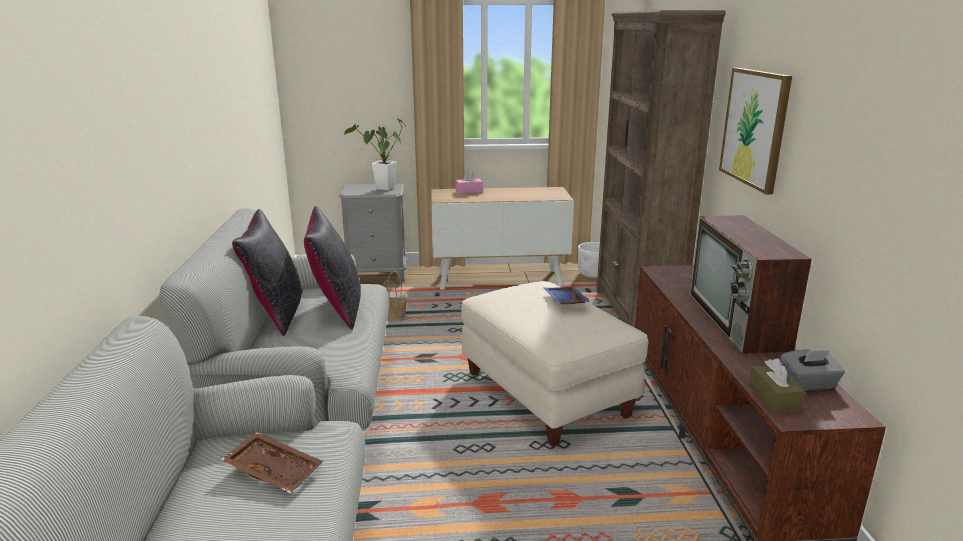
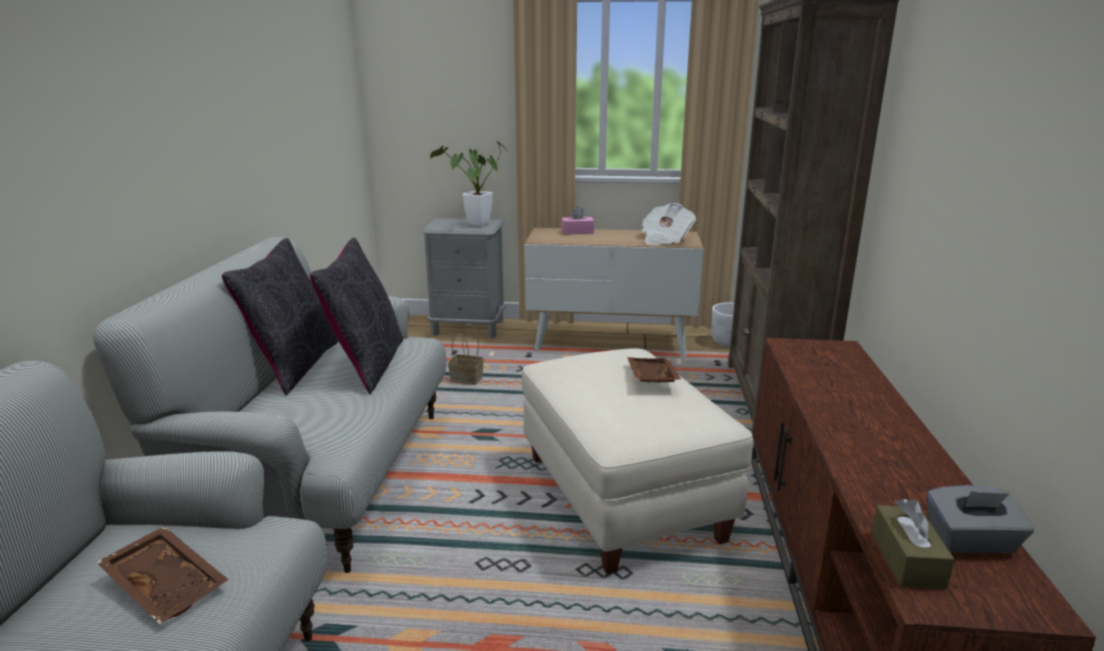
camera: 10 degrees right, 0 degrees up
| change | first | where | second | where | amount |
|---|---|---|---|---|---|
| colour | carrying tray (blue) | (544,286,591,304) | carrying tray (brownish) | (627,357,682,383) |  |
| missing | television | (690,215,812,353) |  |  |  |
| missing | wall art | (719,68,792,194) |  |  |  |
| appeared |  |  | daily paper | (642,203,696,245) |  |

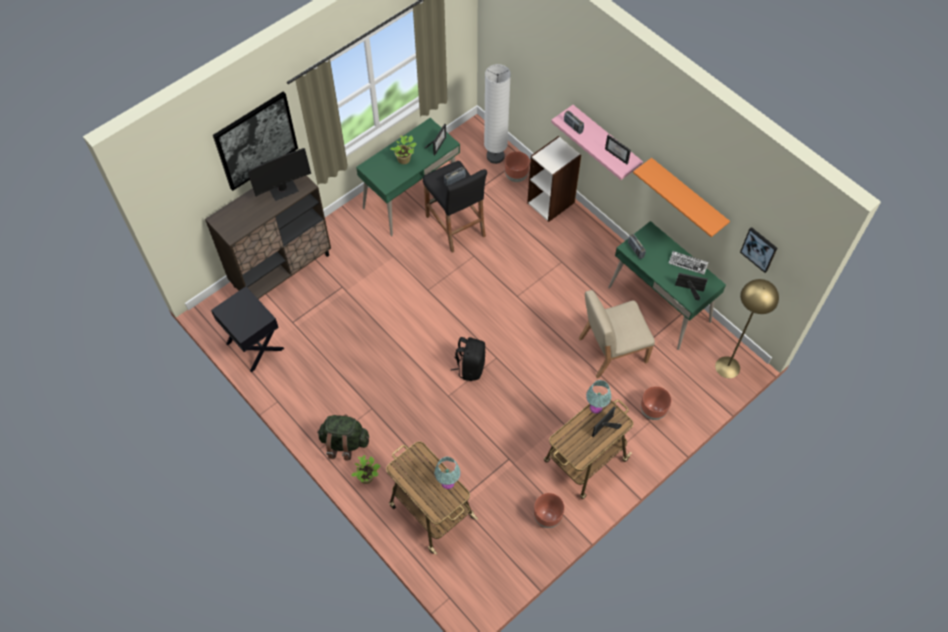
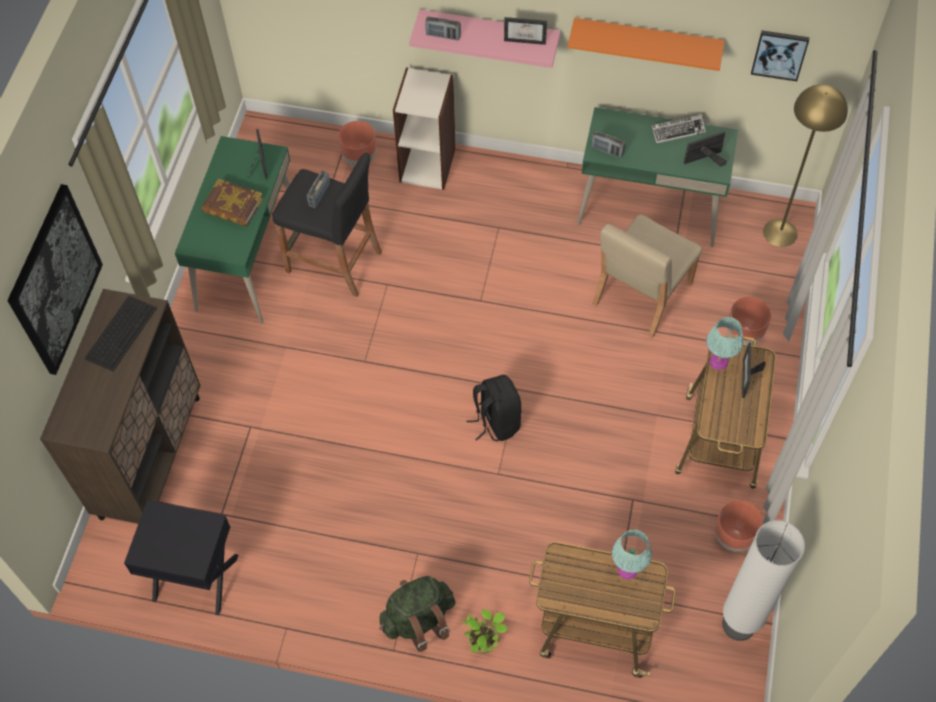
camera: 35 degrees left, 0 degrees up
| change | first | where | second | where | amount |
|---|---|---|---|---|---|
| exchanged | computer screen | (247,148,311,201) | PC keyboard | (84,296,157,371) |  |
| exchanged | plant in a pot | (390,135,417,164) | volume | (202,179,264,227) |  |
| relocated | standard lamp (whitish) | (484,64,511,164) |  | (722,520,805,641) |  |

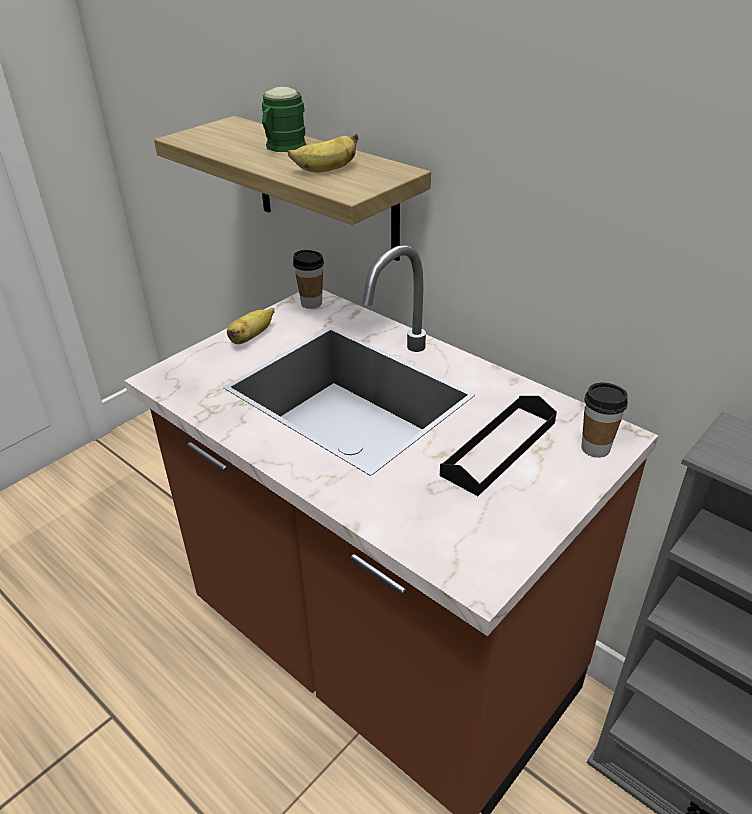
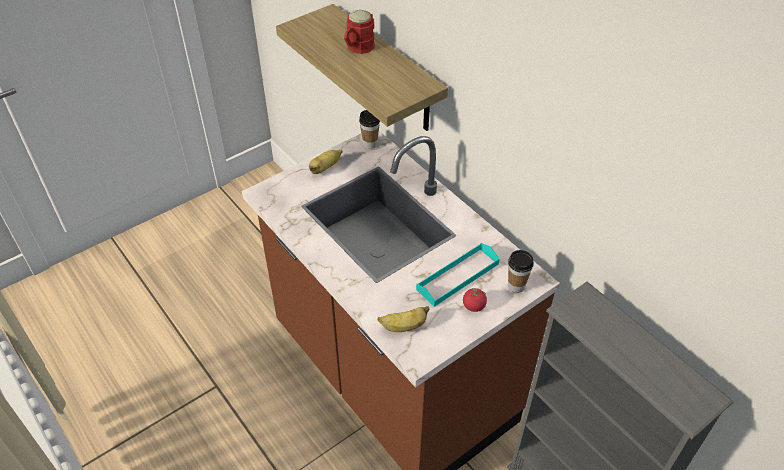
camera: 10 degrees right, 10 degrees up
| change | first | where | second | where | amount |
|---|---|---|---|---|---|
| colour | mug (green) | (262,86,306,152) | mug (red) | (344,10,375,54) |  |
| relocated | banana | (288,133,358,172) |  | (378,306,430,332) |  |
| colour | carrying tray (black) | (440,396,557,496) | carrying tray (turquoise) | (416,243,500,307) |  |
| appeared |  |  | tomato | (463,288,487,312) |  |

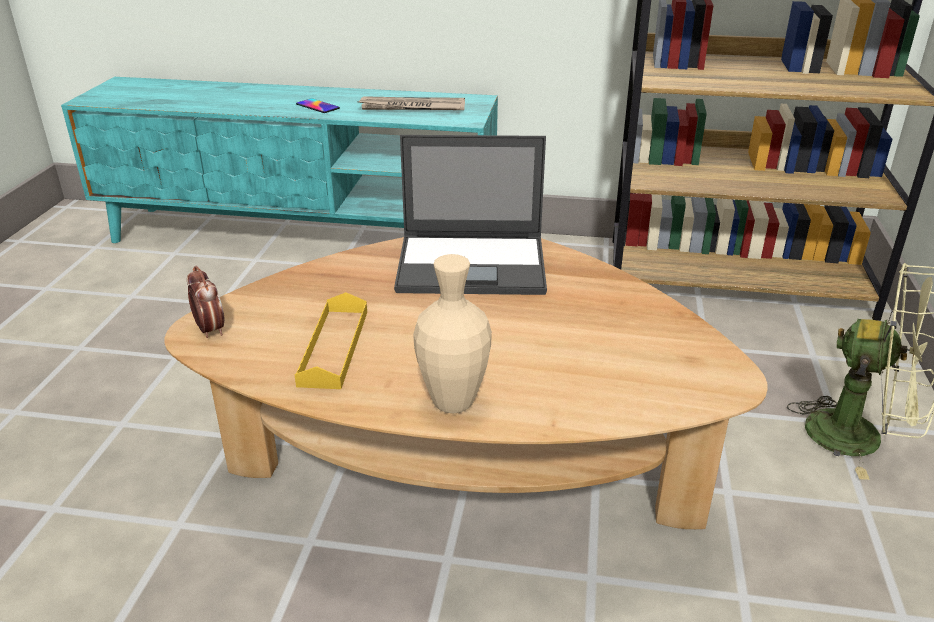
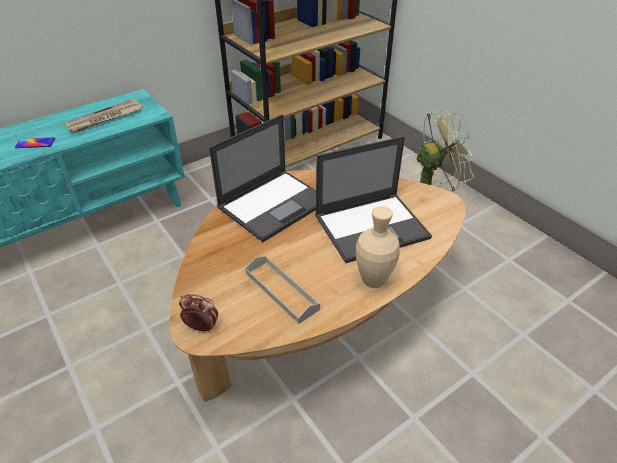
camera: 45 degrees left, 10 degrees up
| change | first | where | second | where | amount |
|---|---|---|---|---|---|
| colour | carrying tray (yellow) | (295,292,367,389) | carrying tray (gray) | (245,256,320,324) |  |
| appeared |  |  | laptop | (315,136,432,263) |  |

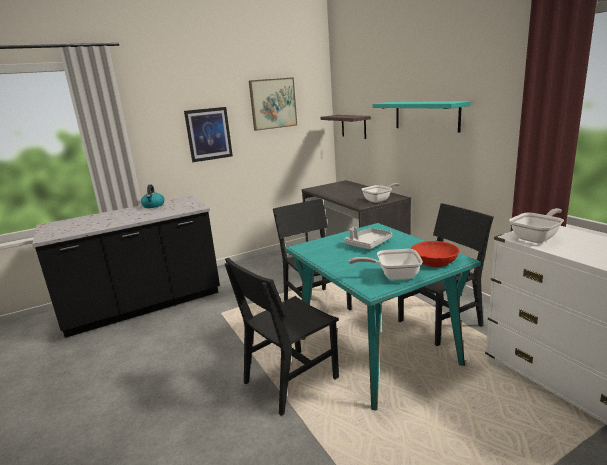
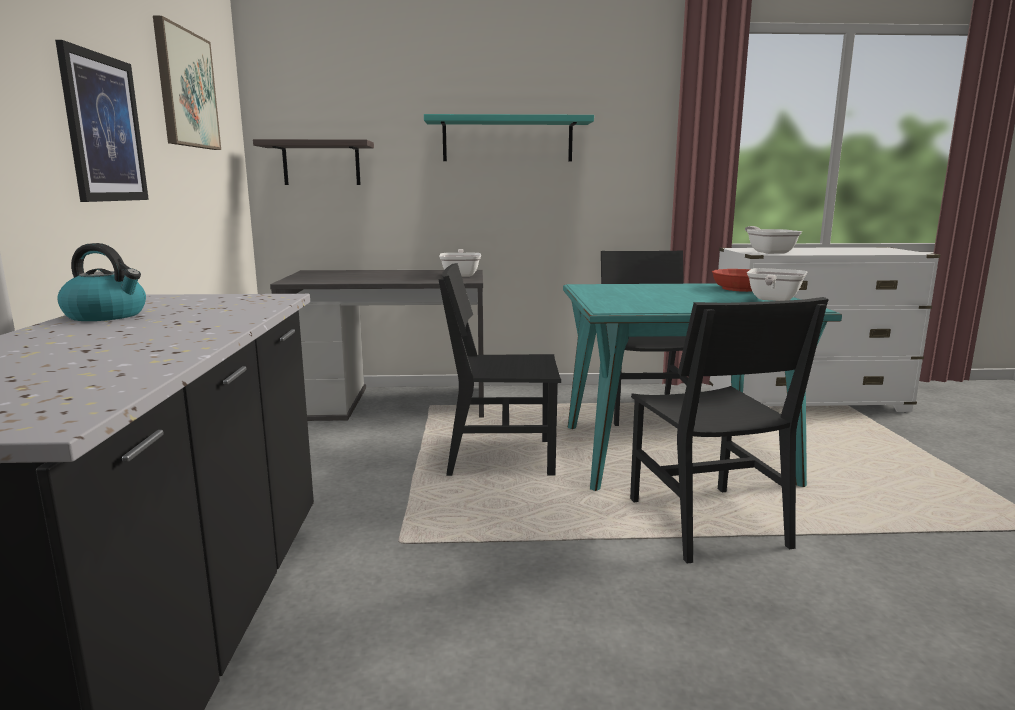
camera: 65 degrees left, 5 degrees down
| change | first | where | second | where | amount |
|---|---|---|---|---|---|
| missing | carrying tray (gray) | (344,227,392,249) |  |  |  |

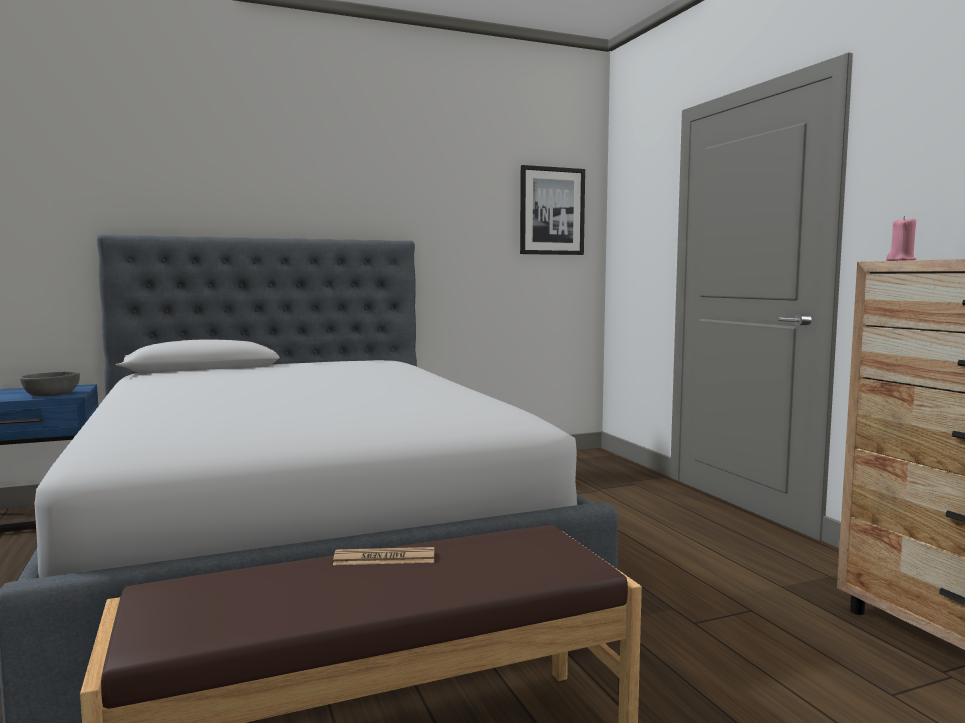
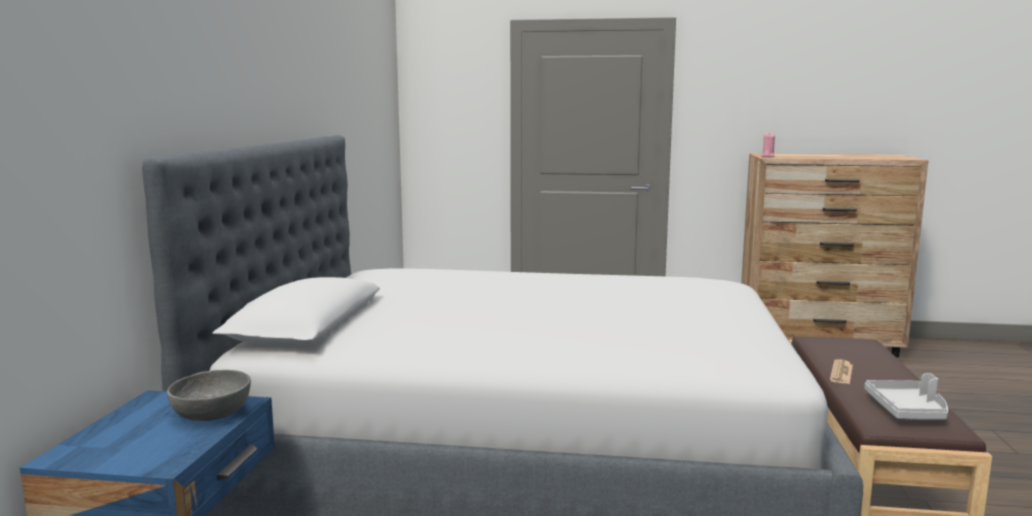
camera: 60 degrees left, 5 degrees up
| change | first | where | second | where | amount |
|---|---|---|---|---|---|
| missing | wall art | (520,165,585,255) |  |  |  |
| appeared |  |  | carrying tray (gray) | (864,373,948,420) |  |

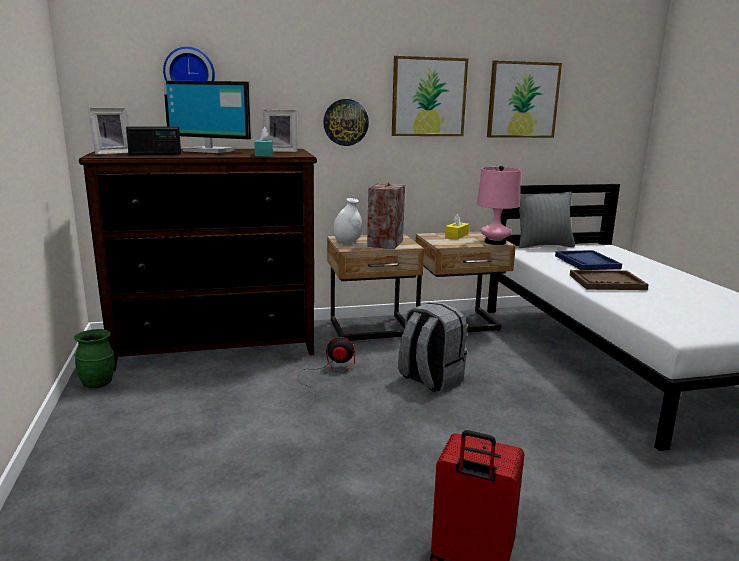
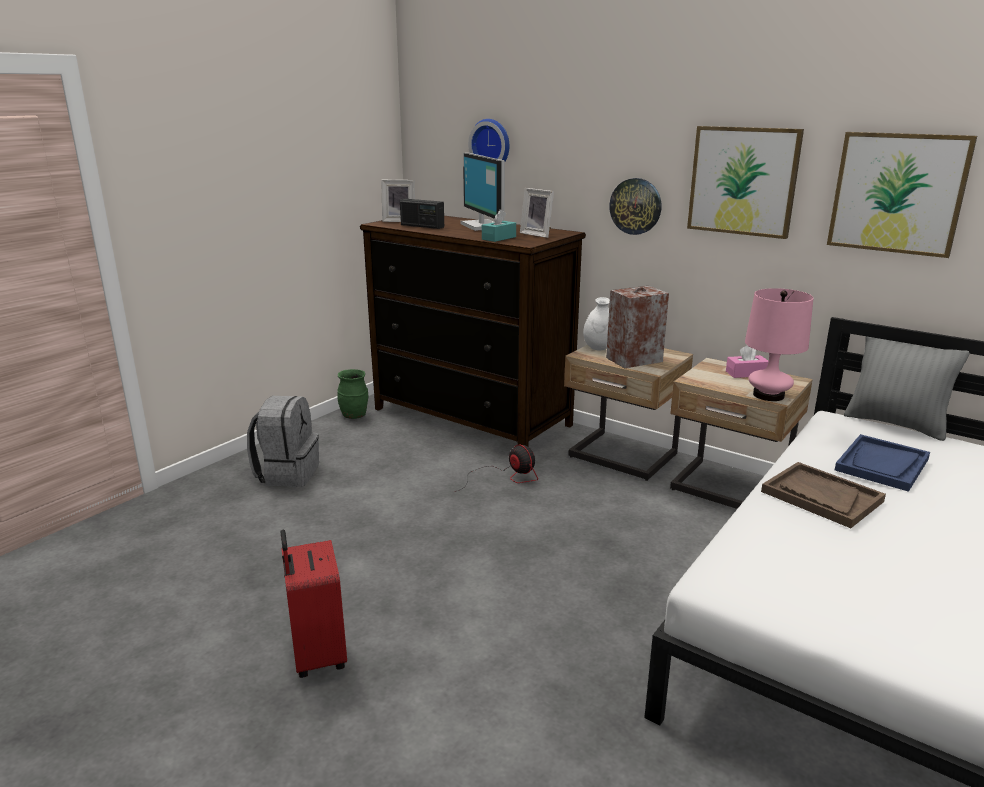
camera: 50 degrees right, 5 degrees up
| change | first | where | second | where | amount |
|---|---|---|---|---|---|
| relocated | backpack (gray) | (398,302,467,392) |  | (247,396,319,487) |  |
| colour | tissue box (yellow) | (445,214,469,239) | tissue box (pink-coloured) | (726,346,769,378) |  |

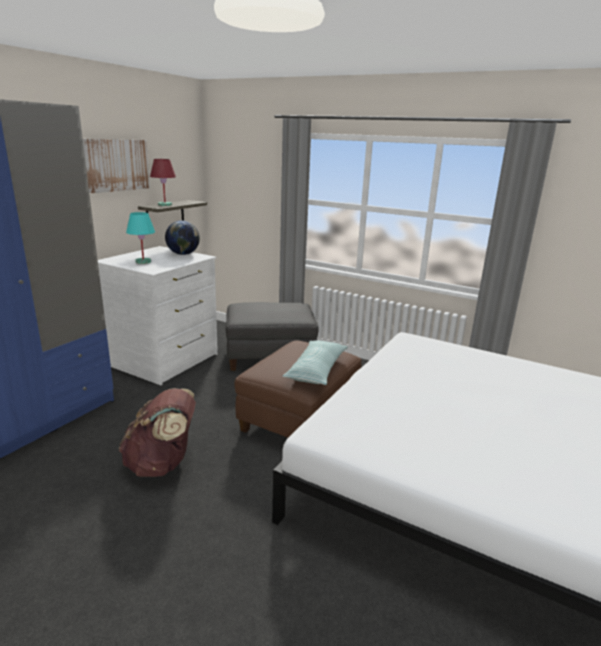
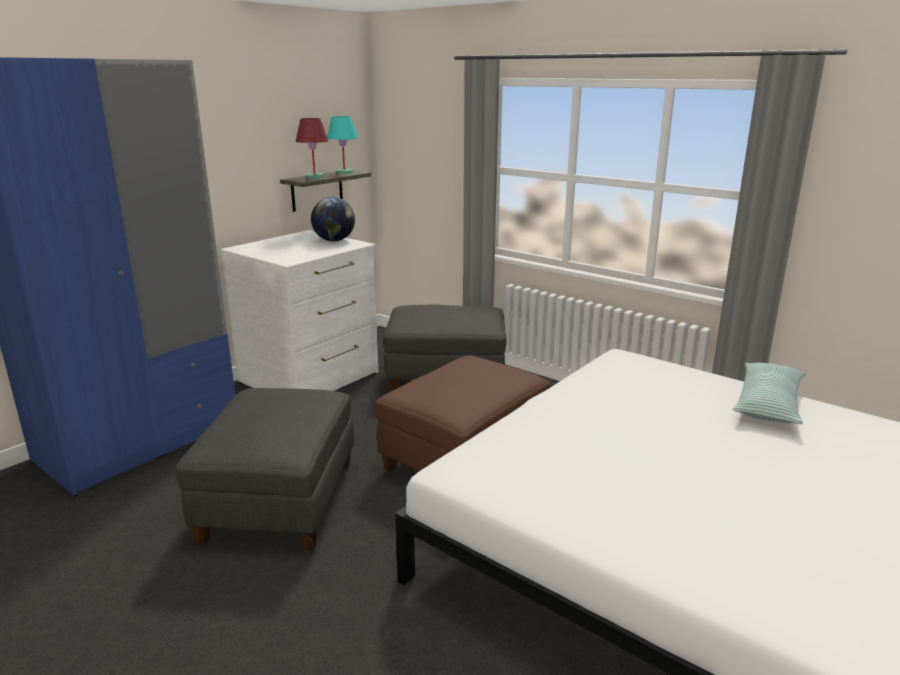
camera: 10 degrees right, 0 degrees up
| change | first | where | second | where | amount |
|---|---|---|---|---|---|
| missing | wall art | (83,139,150,193) |  |  |  |
| exchanged | backpack (brownish) | (119,388,196,477) | ottoman (gray) | (176,388,355,550) |  |
| relocated | lamp for a table (turquoise) | (126,212,155,264) |  | (327,116,358,174) |  |
| relocated | pillow | (283,340,348,385) |  | (733,363,806,424) |  |

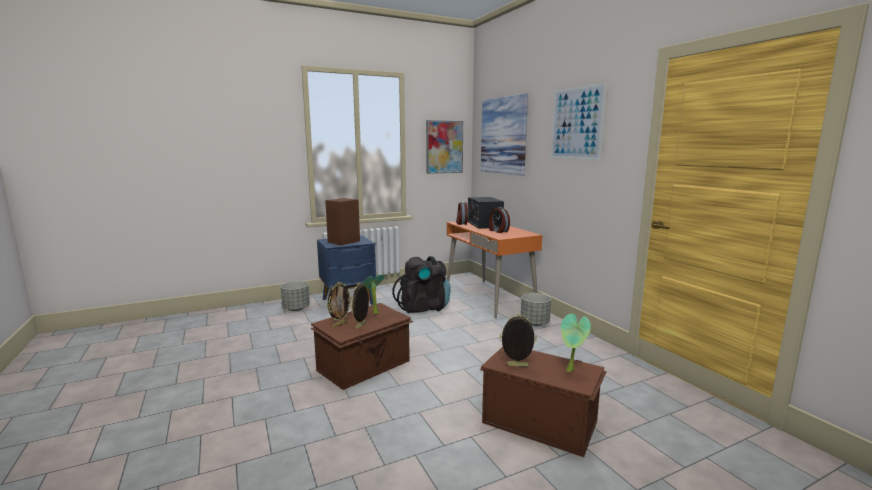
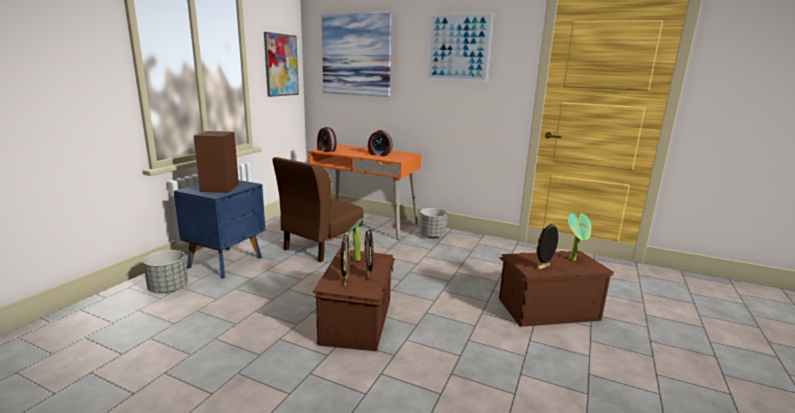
camera: 40 degrees left, 5 degrees up
| change | first | where | second | where | amount |
|---|---|---|---|---|---|
| exchanged | backpack (black) | (392,256,451,313) | chair (brownish) | (273,157,364,262) |  |
| missing | radio receiver | (468,197,504,229) |  |  |  |

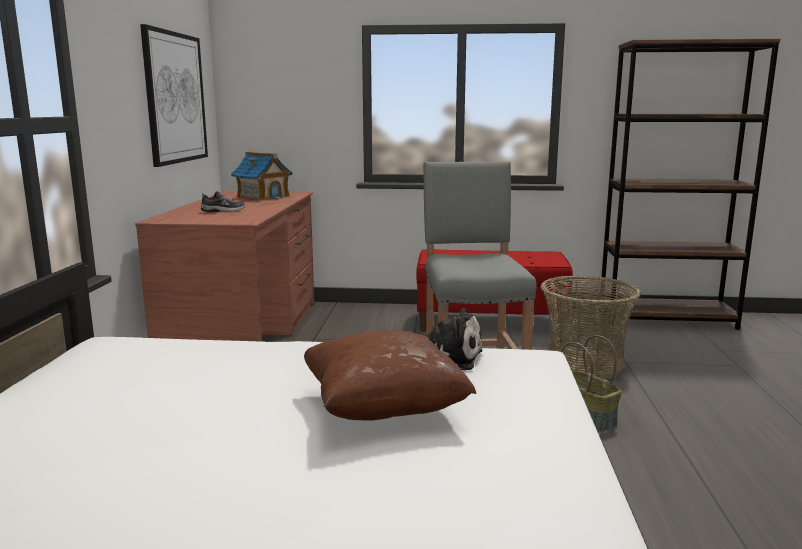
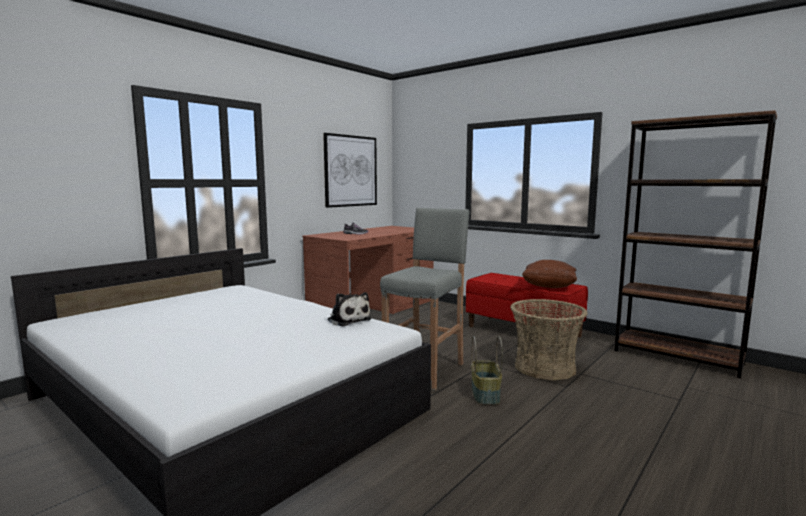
camera: 35 degrees right, 5 degrees down
| change | first | where | second | where | amount |
|---|---|---|---|---|---|
| missing | toy house | (231,152,292,200) |  |  |  |
| relocated | pillow (brownish) | (304,330,476,420) |  | (522,260,577,288) |  |

